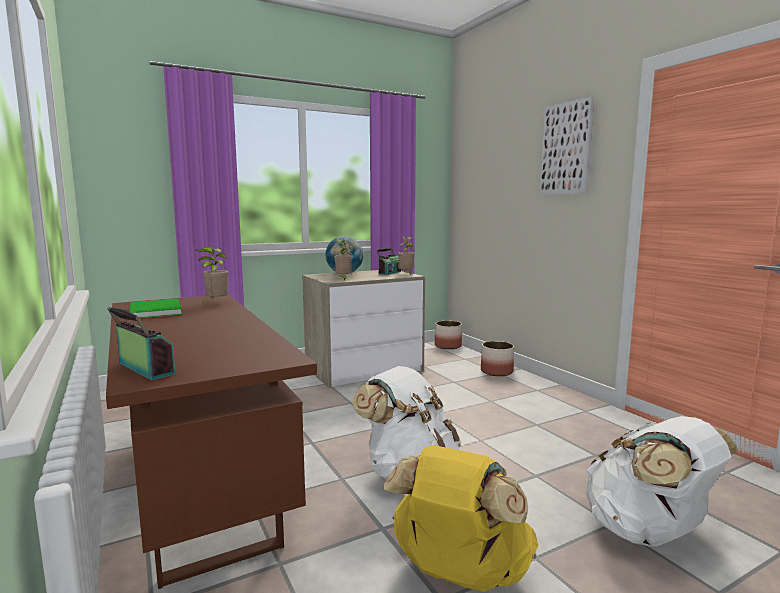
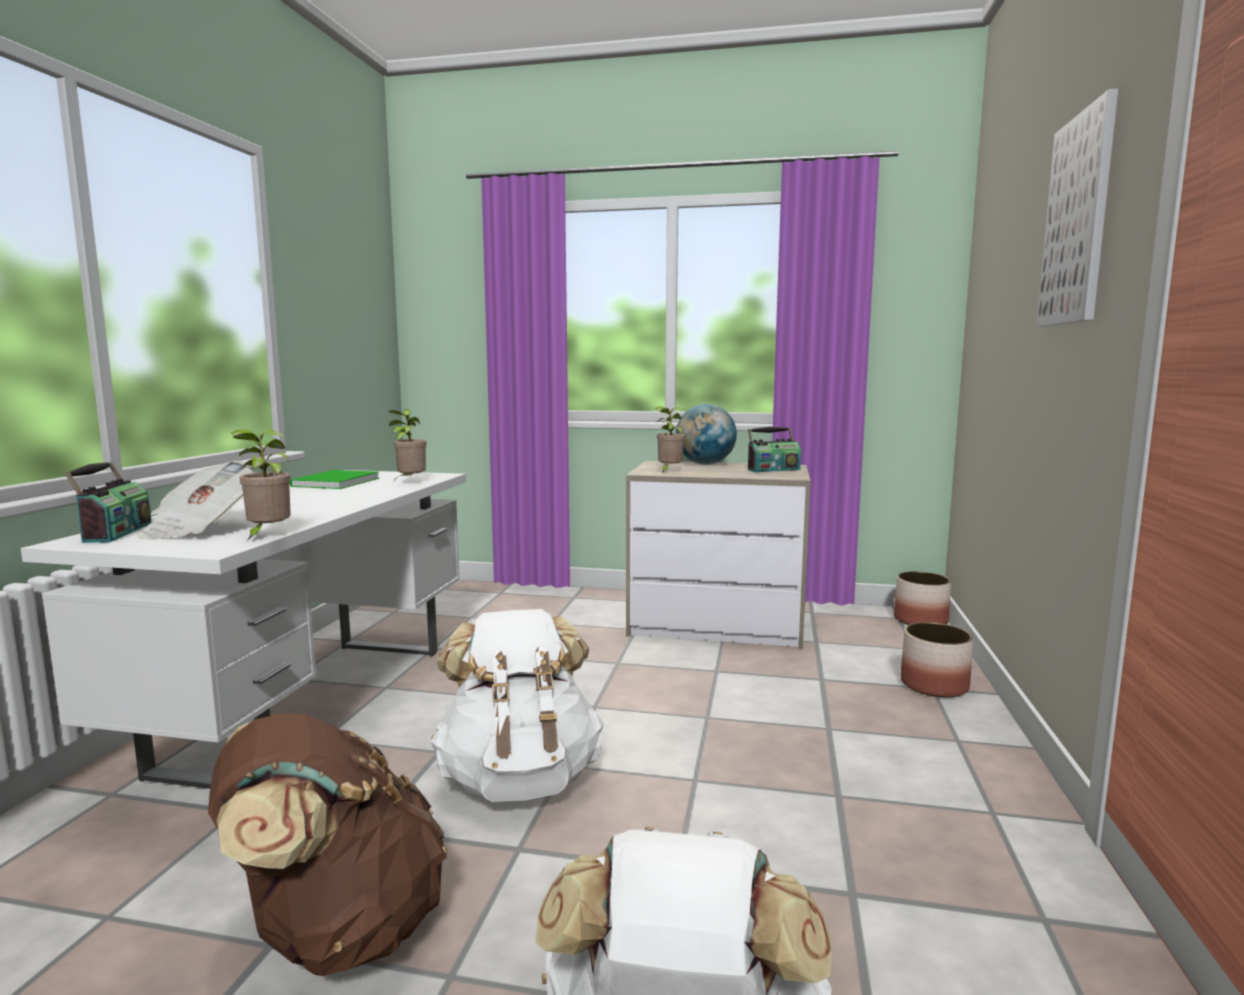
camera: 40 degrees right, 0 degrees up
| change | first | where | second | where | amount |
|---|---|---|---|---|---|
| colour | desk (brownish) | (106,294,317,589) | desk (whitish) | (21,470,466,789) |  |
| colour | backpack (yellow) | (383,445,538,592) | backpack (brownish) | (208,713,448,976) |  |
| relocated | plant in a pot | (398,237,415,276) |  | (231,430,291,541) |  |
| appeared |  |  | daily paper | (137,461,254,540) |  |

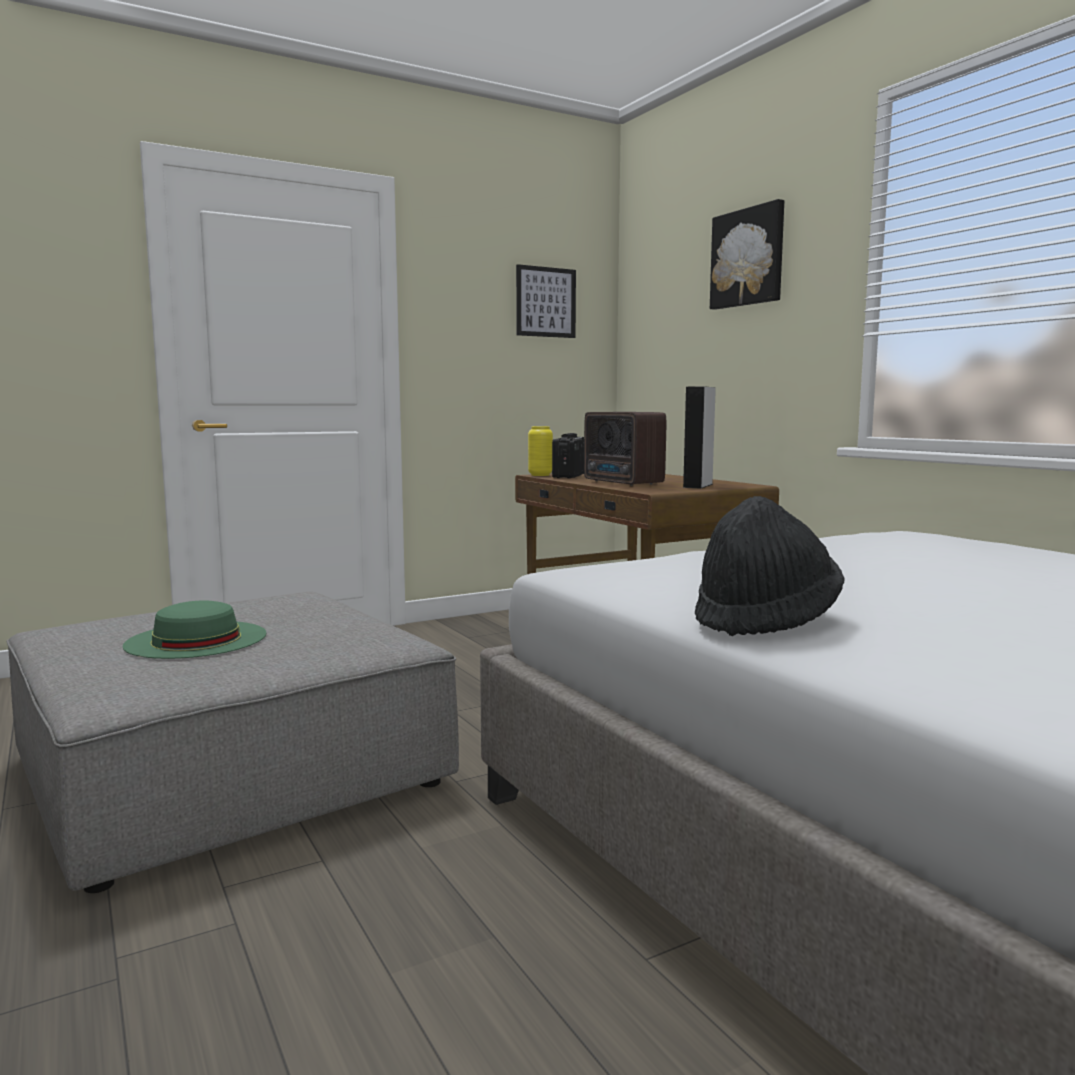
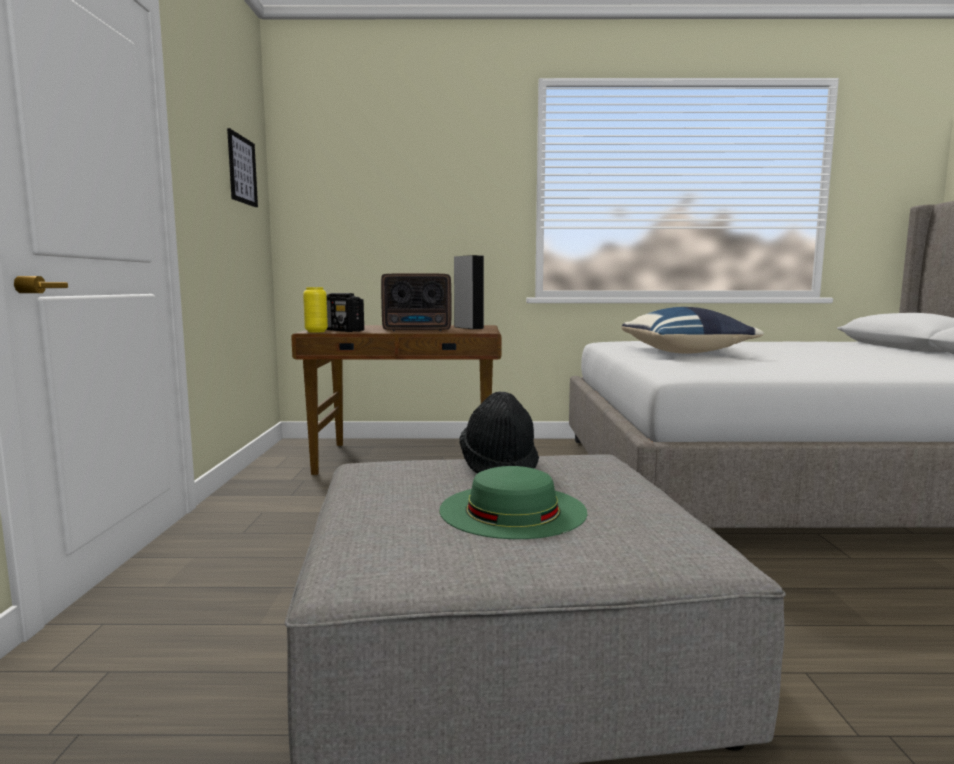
camera: 60 degrees left, 0 degrees up
| change | first | where | second | where | amount |
|---|---|---|---|---|---|
| relocated | hat (black) | (695,496,845,636) |  | (459,391,539,473) |  |
| missing | wall art | (710,199,784,310) |  |  |  |
| appeared |  |  | pillow (blue) | (621,307,764,354) |  |

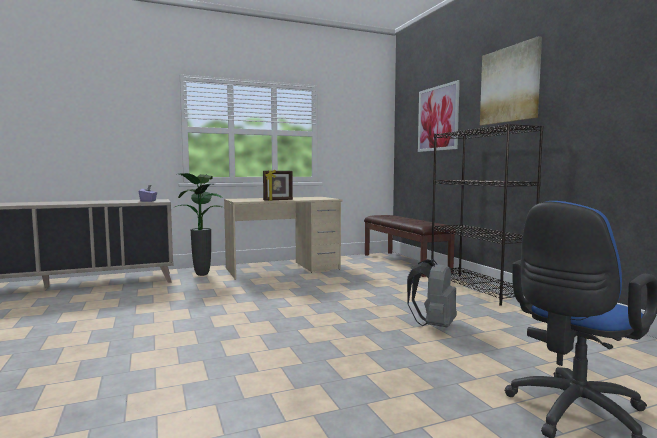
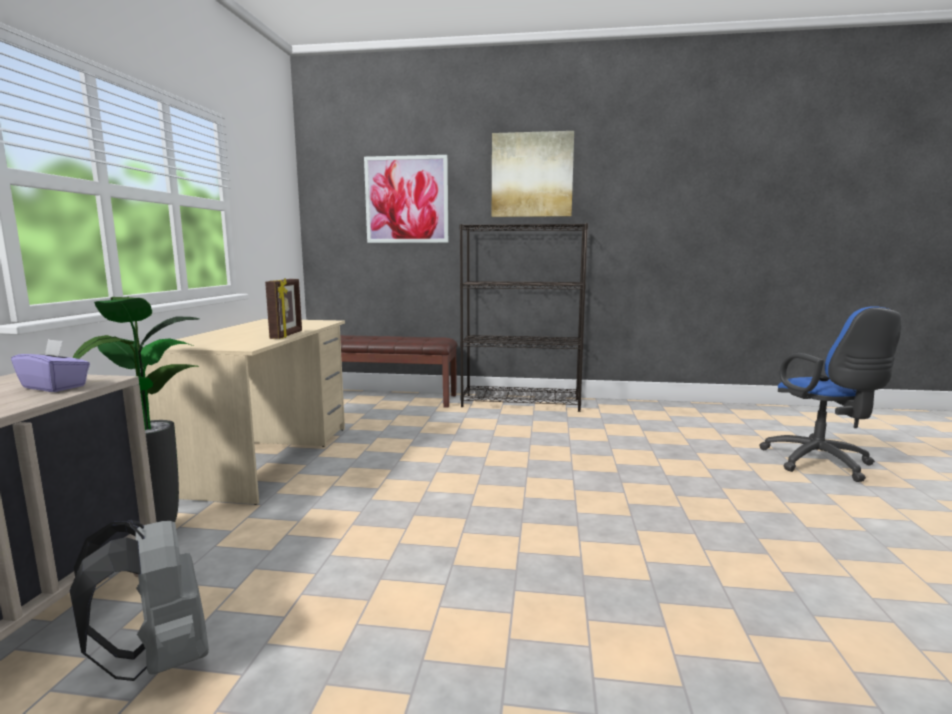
camera: 60 degrees left, 5 degrees up
| change | first | where | second | where | amount |
|---|---|---|---|---|---|
| relocated | backpack (gray) | (407,258,457,327) |  | (69,520,209,681) |  |

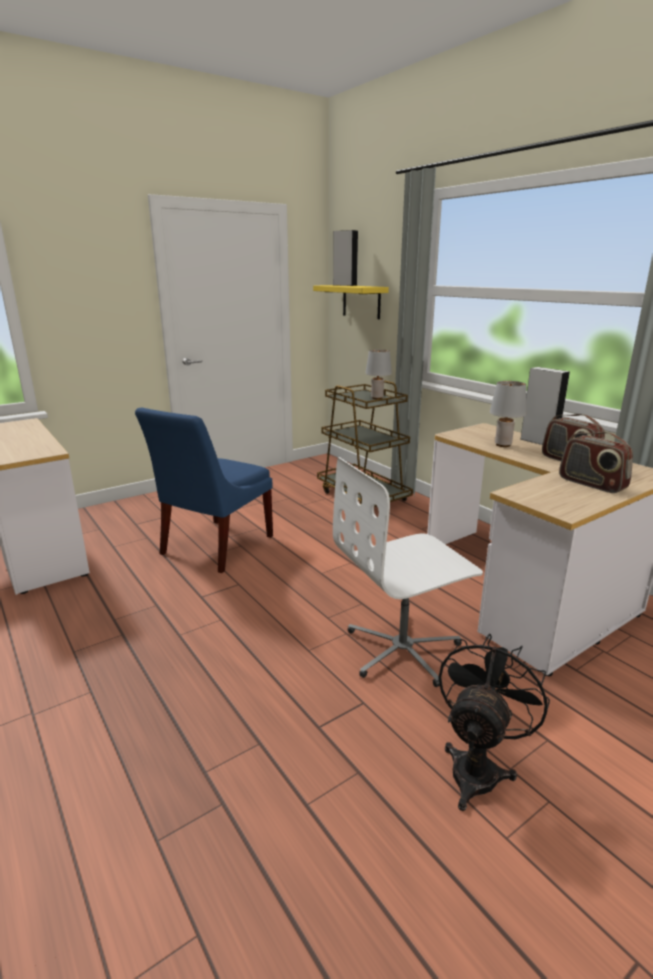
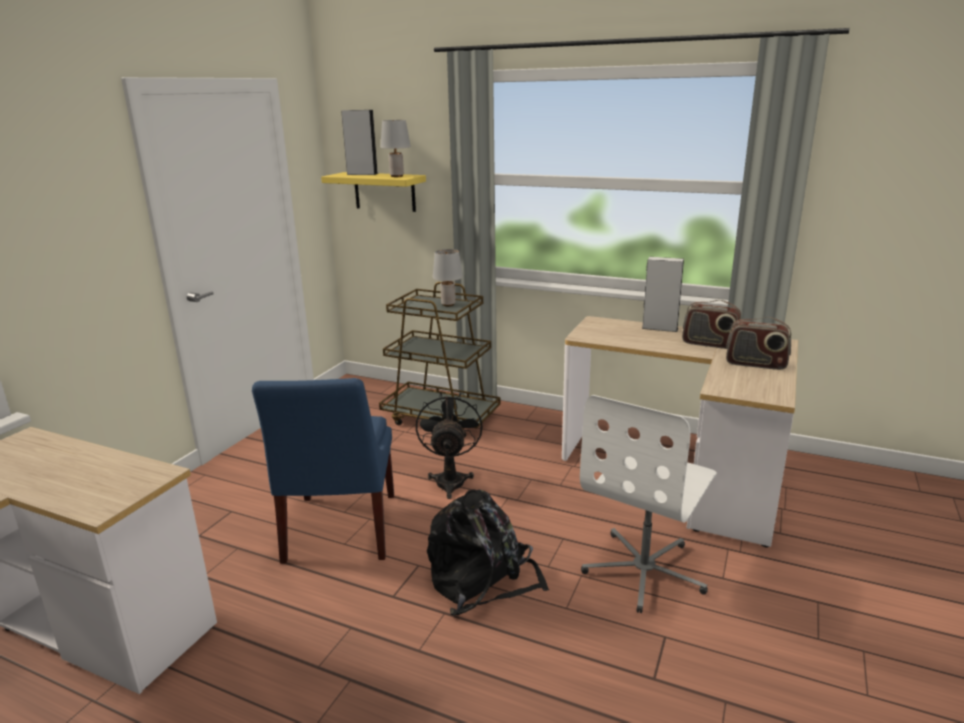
camera: 30 degrees left, 0 degrees up
| change | first | where | second | where | amount |
|---|---|---|---|---|---|
| relocated | fan (black) | (438,634,550,811) |  | (416,392,482,499) |  |
| relocated | lamp for a table (gray) | (490,381,526,447) |  | (381,120,411,177) |  |
| appeared |  |  | backpack (black) | (427,490,549,615) |  |

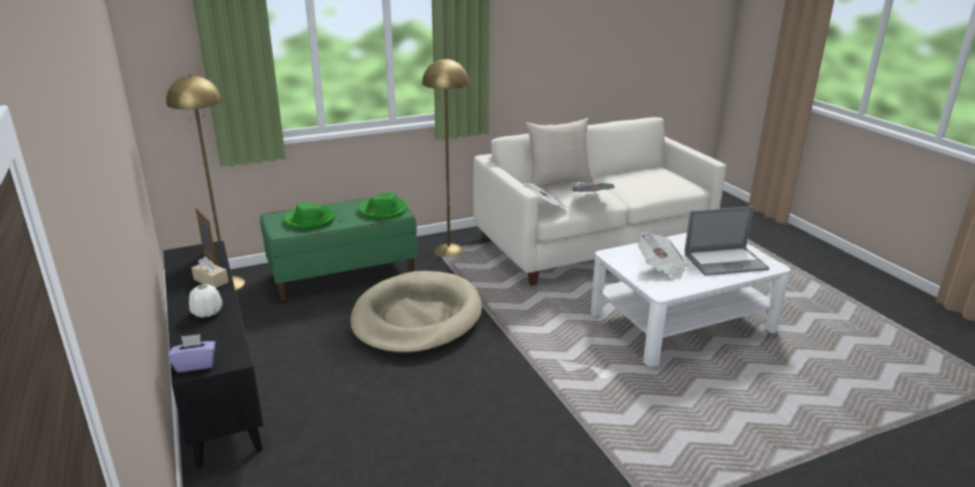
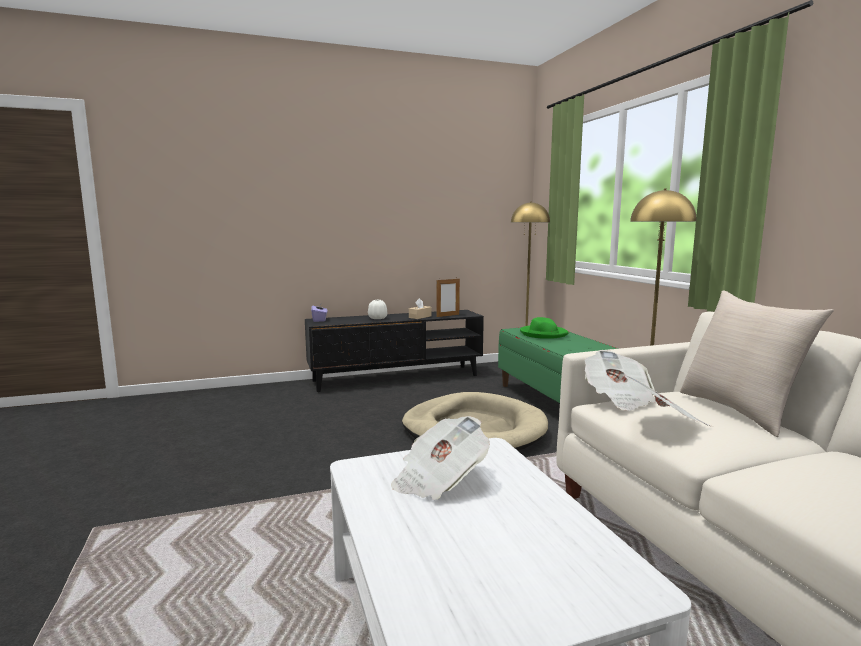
camera: 95 degrees right, 15 degrees down
| change | first | where | second | where | amount |
|---|---|---|---|---|---|
| missing | hat (green) | (358,192,408,219) |  |  |  |
| missing | laptop | (685,206,769,276) |  |  |  |

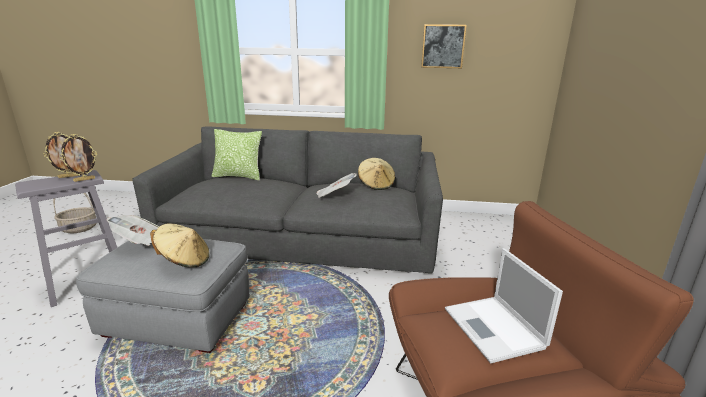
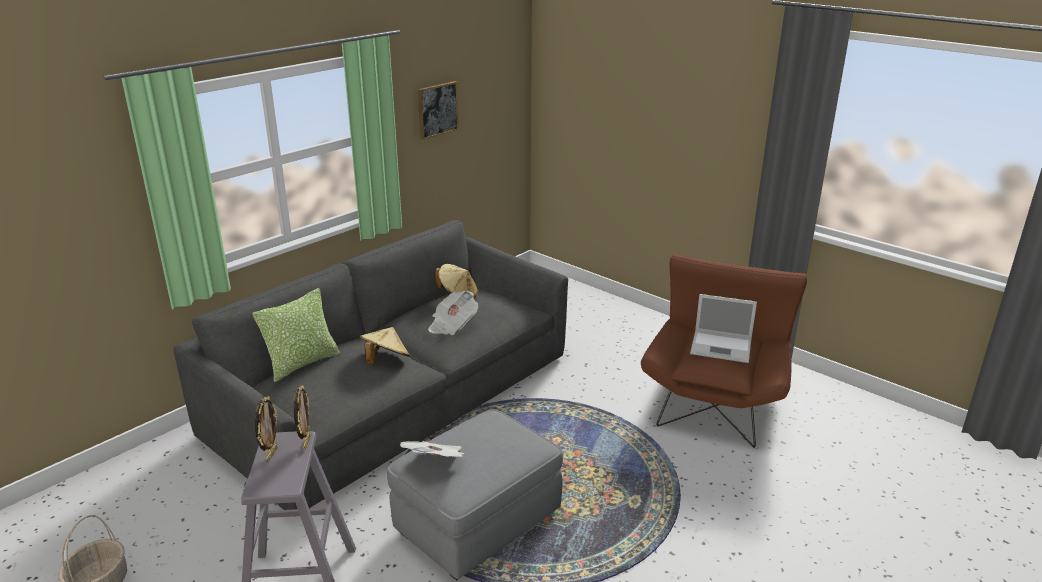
camera: 55 degrees left, 5 degrees up
| change | first | where | second | where | amount |
|---|---|---|---|---|---|
| relocated | hat (beige) | (150,223,210,267) |  | (360,327,410,364) |  |

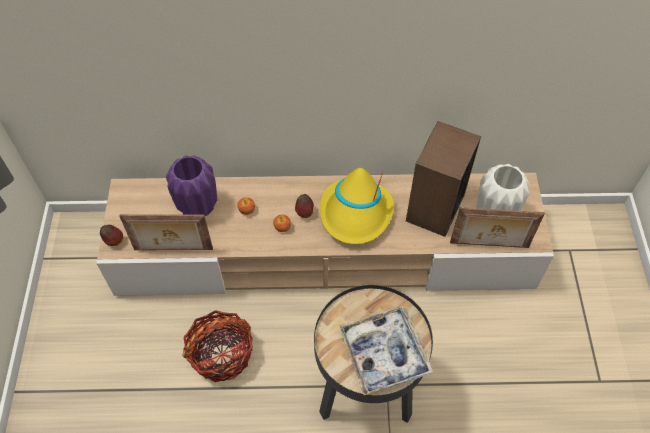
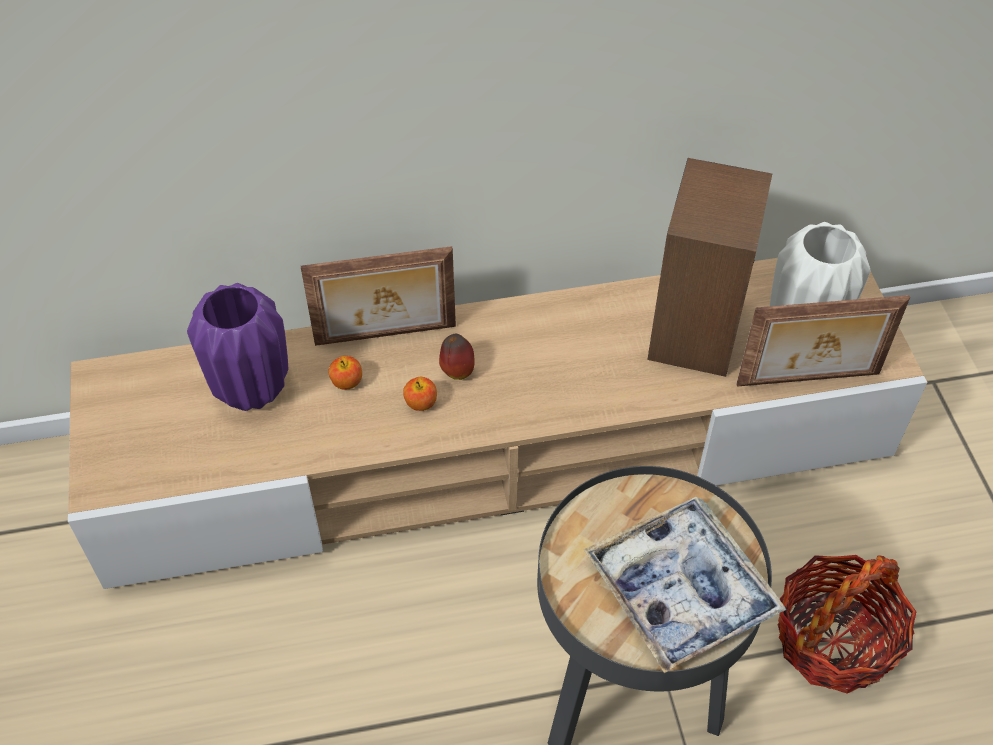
camera: 10 degrees left, 5 degrees down
| change | first | where | second | where | amount |
|---|---|---|---|---|---|
| missing | whole apple | (100,225,123,246) |  |  |  |
| relocated | standing frame | (119,214,213,250) |  | (301,246,456,346) |  |
| relocated | storage basket | (182,310,253,382) |  | (777,555,916,694) |  |
| missing | hat (yellow) | (320,168,394,244) |  |  |  |

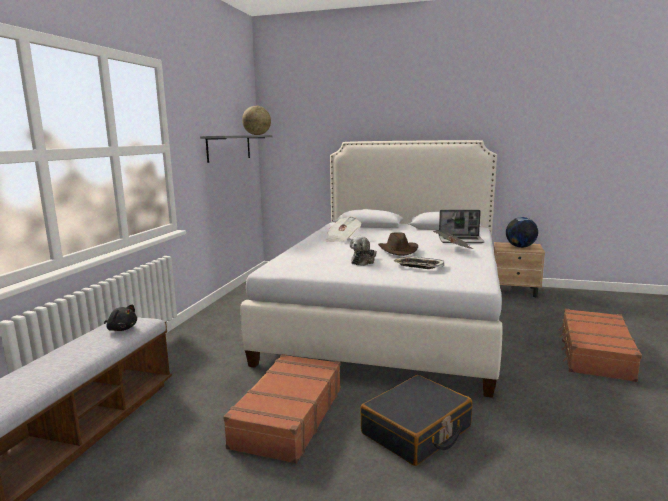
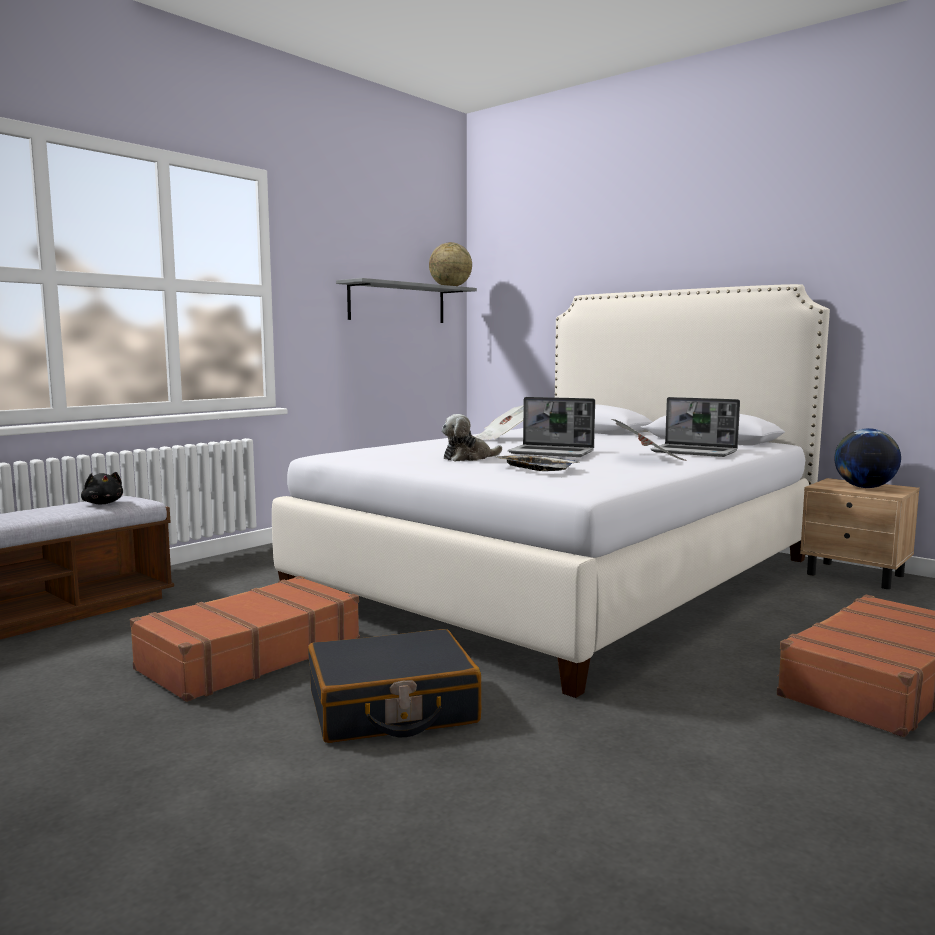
camera: 25 degrees right, 5 degrees down
| change | first | where | second | where | amount |
|---|---|---|---|---|---|
| exchanged | hat (brownish) | (378,232,418,256) | laptop | (508,397,595,457) |  |

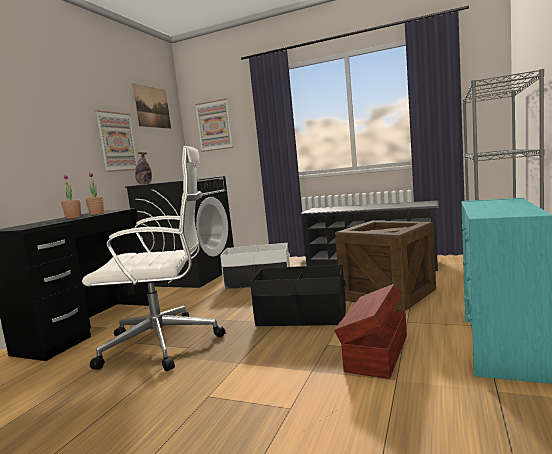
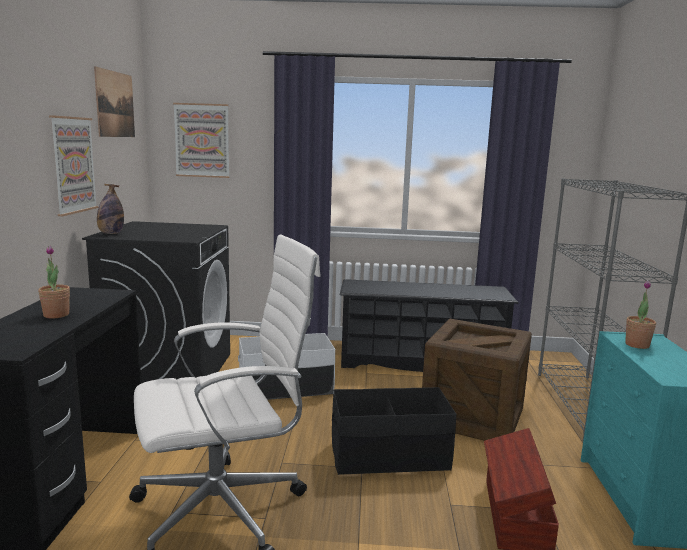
camera: 20 degrees left, 5 degrees up
| change | first | where | second | where | amount |
|---|---|---|---|---|---|
| relocated | plant in a pot | (85,172,104,215) |  | (625,281,656,349) |  |

